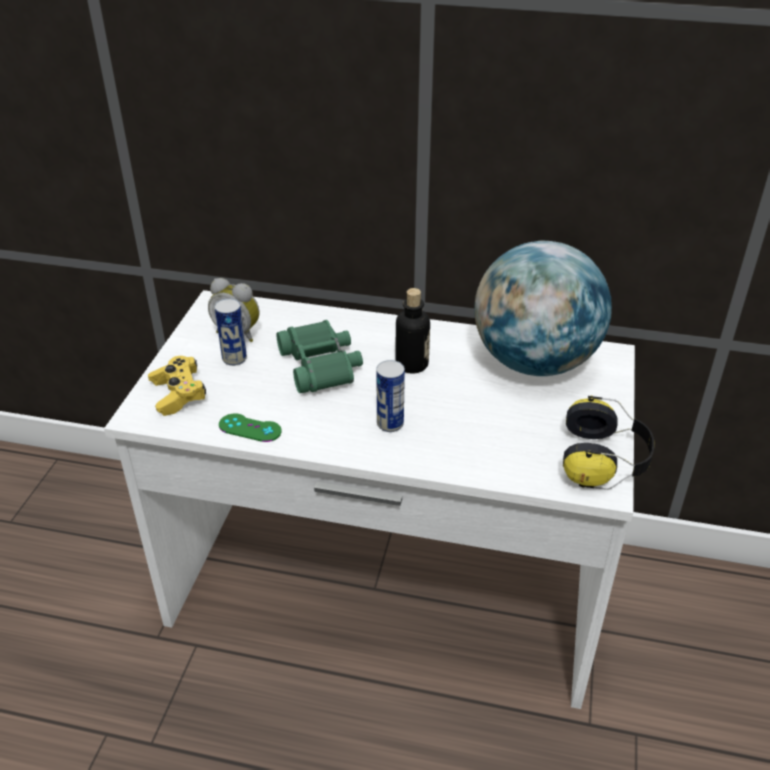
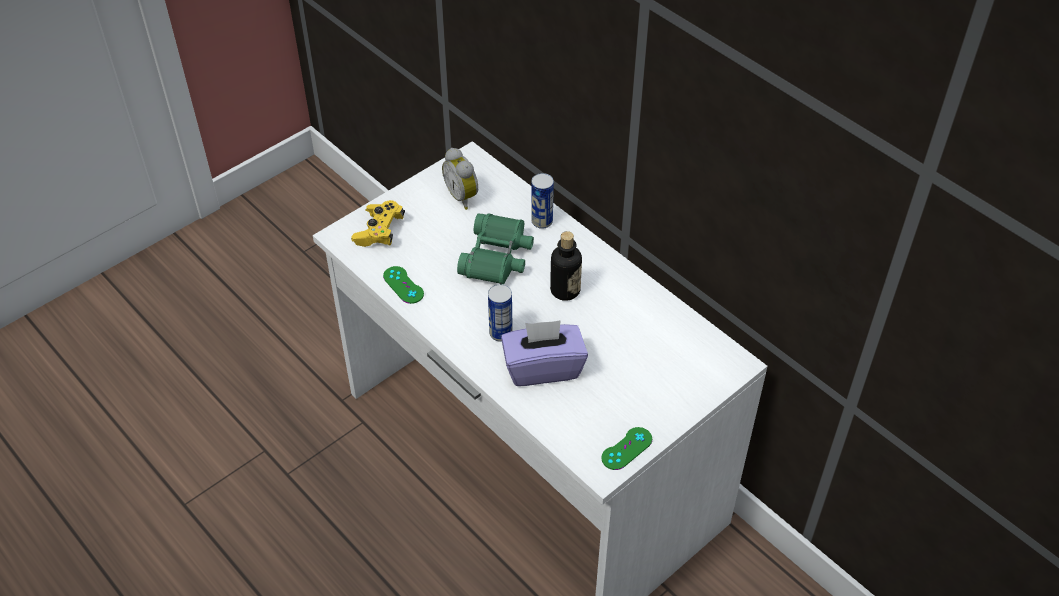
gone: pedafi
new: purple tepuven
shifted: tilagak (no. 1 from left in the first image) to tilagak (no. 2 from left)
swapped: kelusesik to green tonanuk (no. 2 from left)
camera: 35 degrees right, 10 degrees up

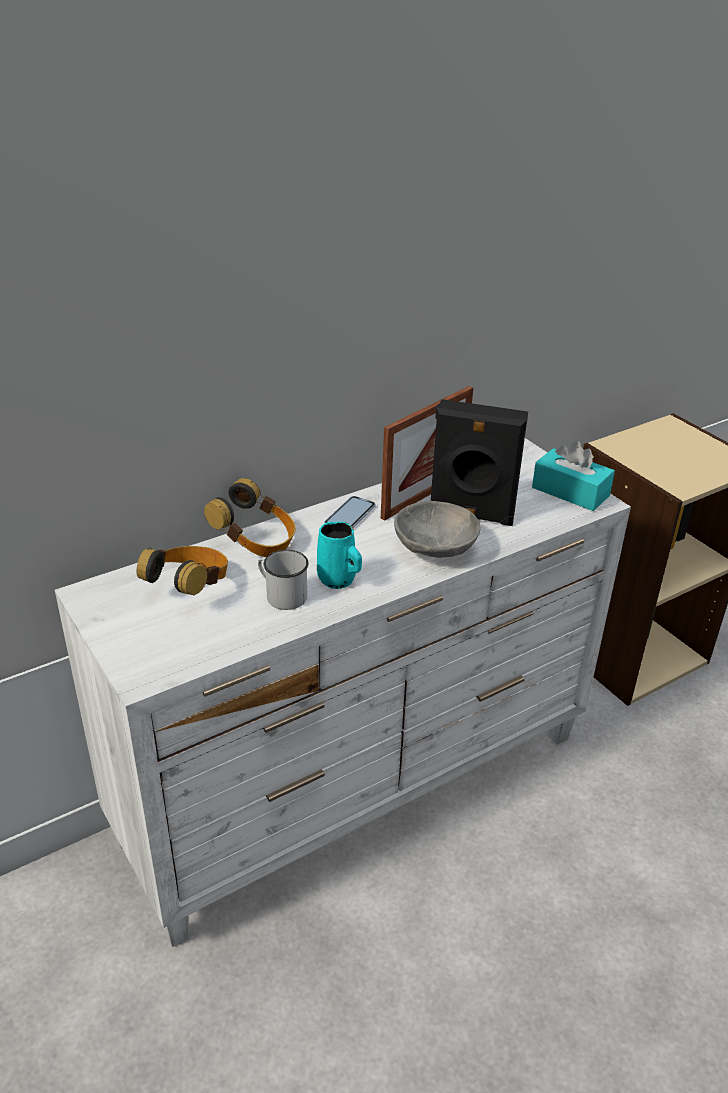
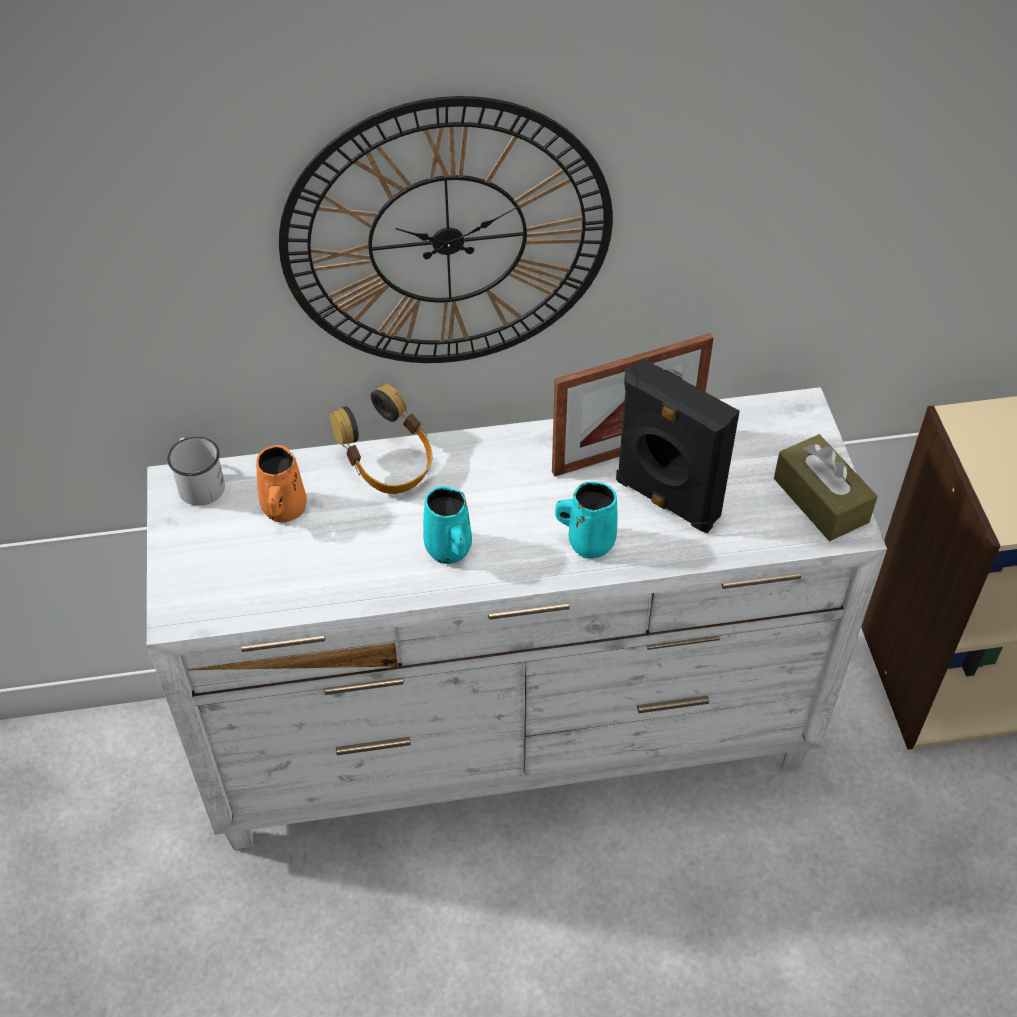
gone: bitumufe
new: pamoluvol
shifted: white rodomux
swapped: kelusesik (no. 1 from left) to orange rodomux; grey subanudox to turquoise rodomux (no. 2 from left)
repainted: turquoise tepuven to brown tepuven
camera: 25 degrees right, 15 degrees up

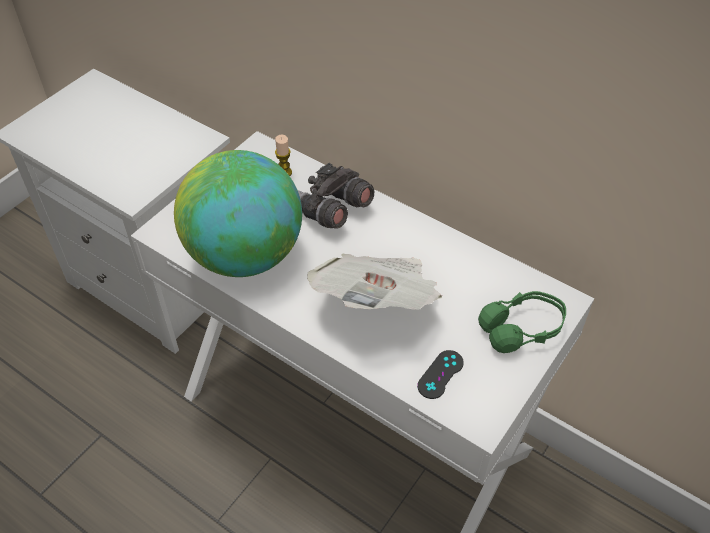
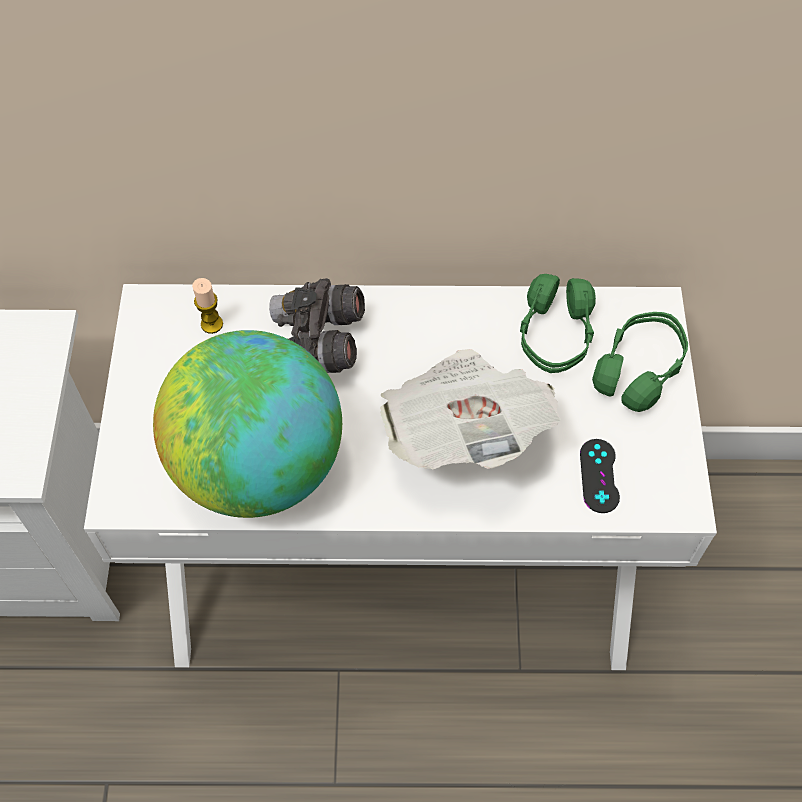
new: green kelusesik (no. 1 from left)
camera: 35 degrees left, 10 degrees up

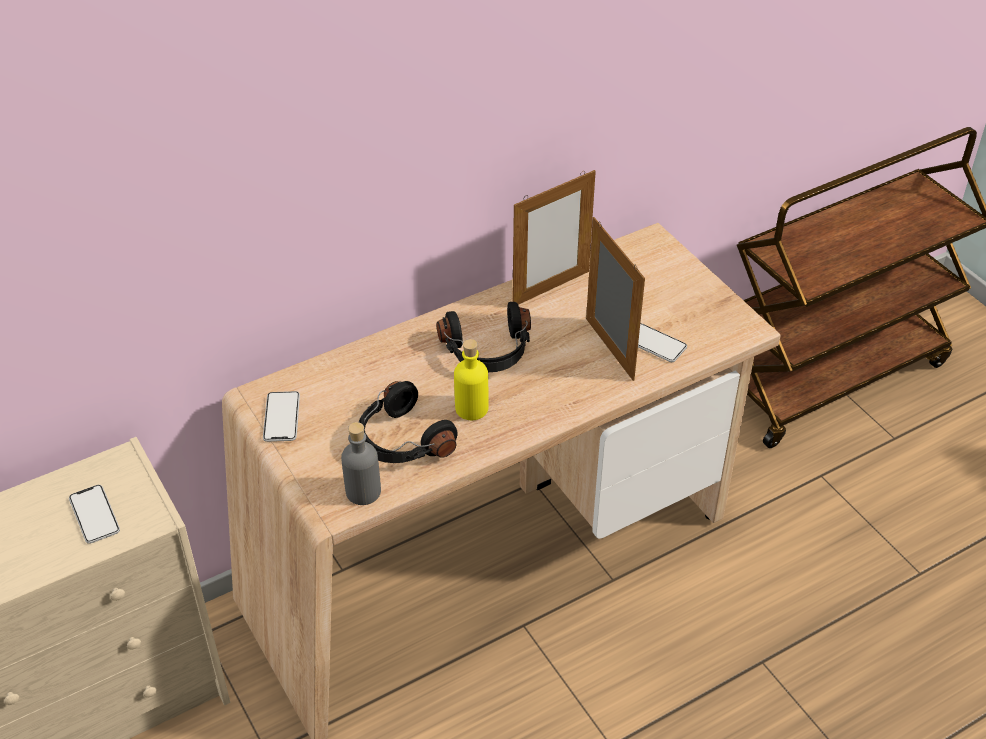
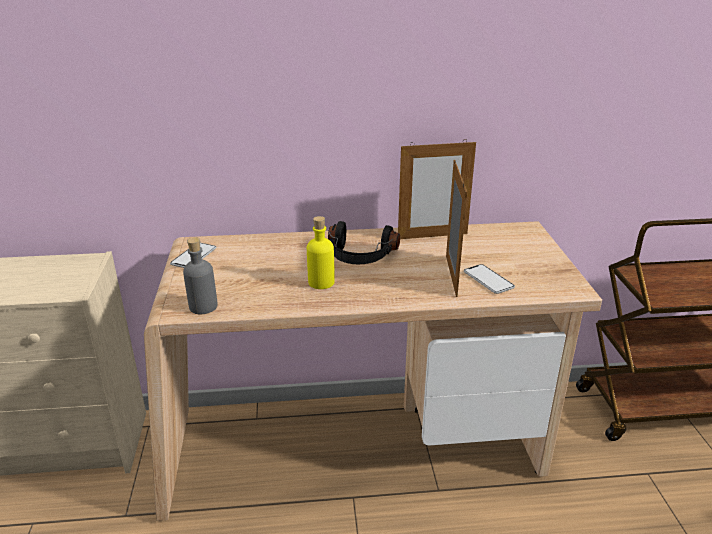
gone: bitumufe (no. 1 from left); black kelusesik (no. 1 from left)
camera: 25 degrees right, 15 degrees down

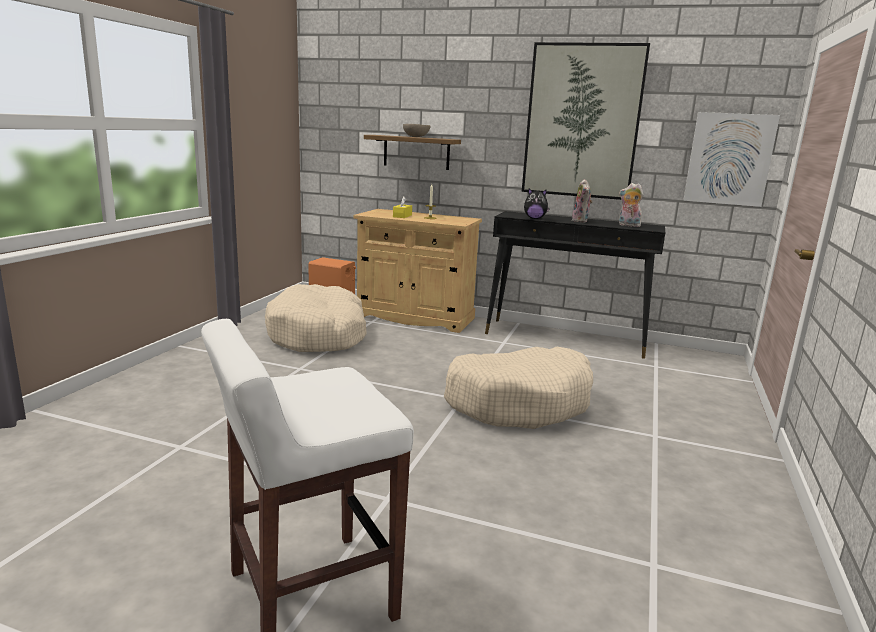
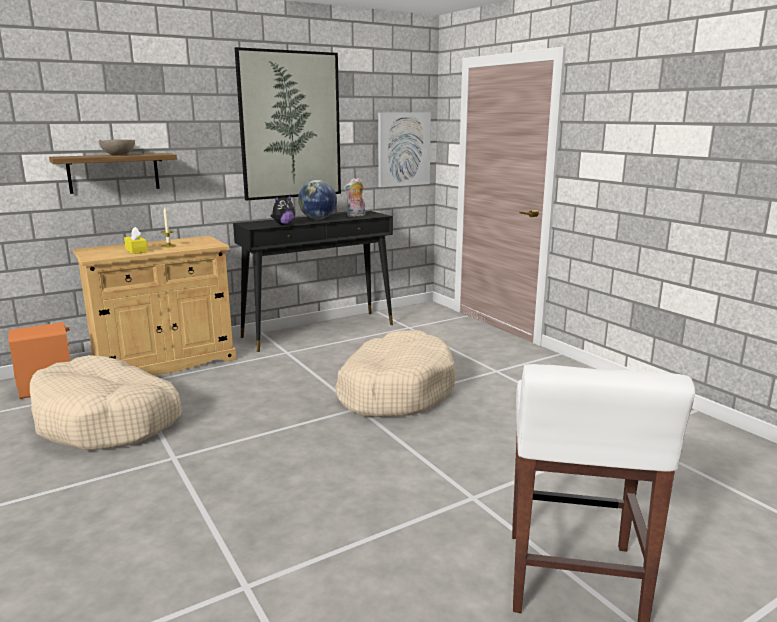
swapped: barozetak (no. 2 from left) to pedafi
camera: 50 degrees left, 0 degrees up

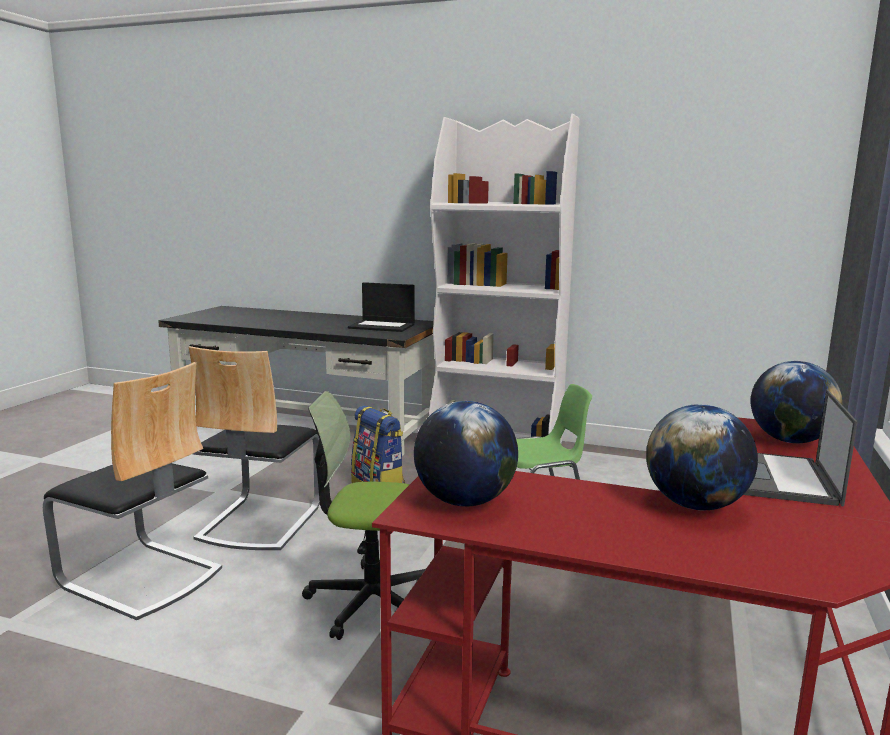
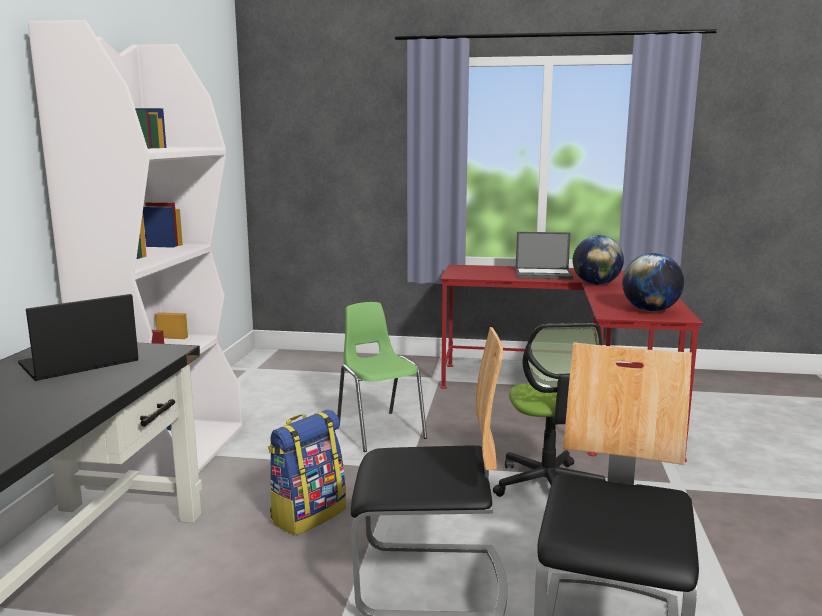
gone: pedafi (no. 3 from left)
rotated: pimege (no. 1 from left) 135 degrees counterclockwise
camera: 100 degrees left, 0 degrees up

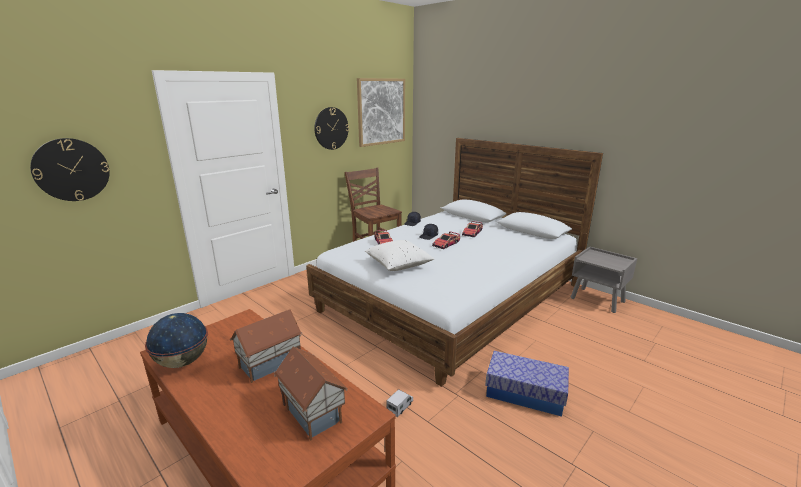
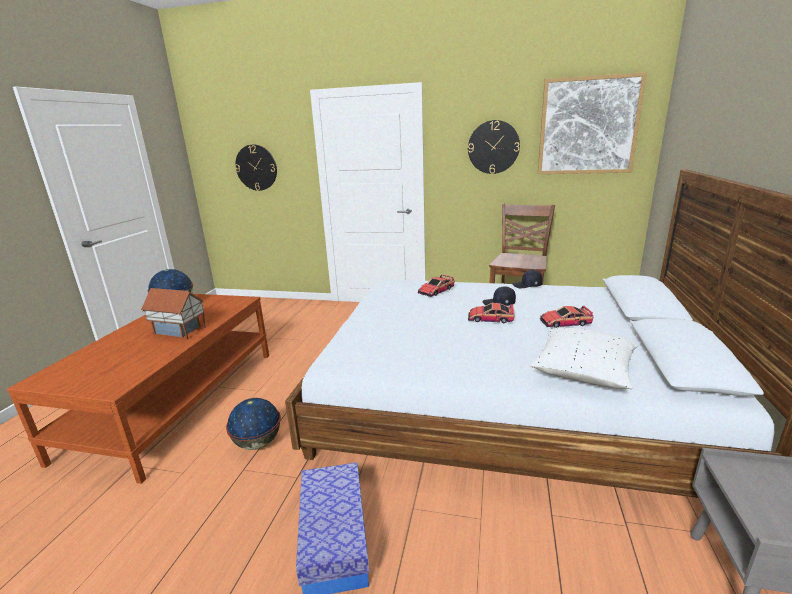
gone: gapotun (no. 2 from left)
shifted: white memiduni
swapped: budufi to pedafi (no. 2 from left)
camera: 60 degrees right, 0 degrees up

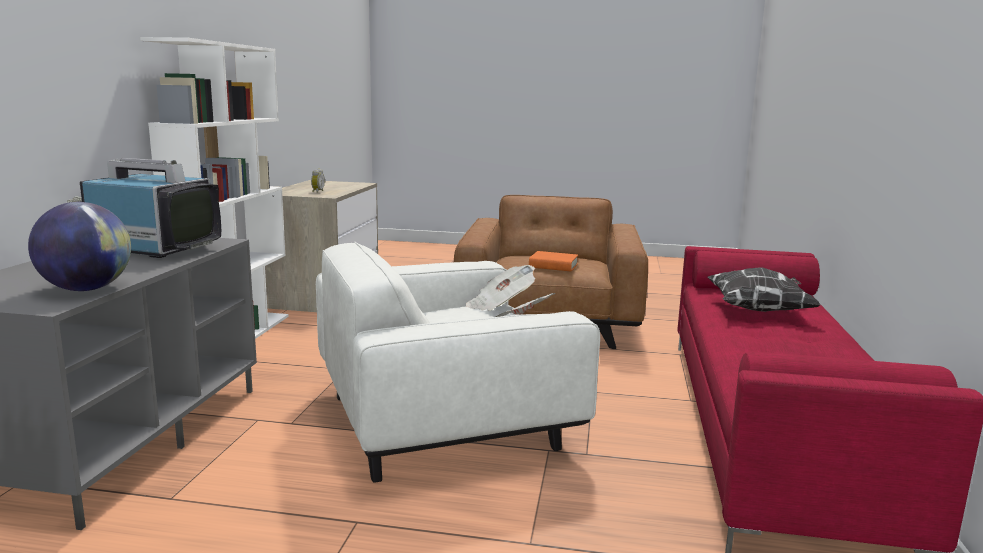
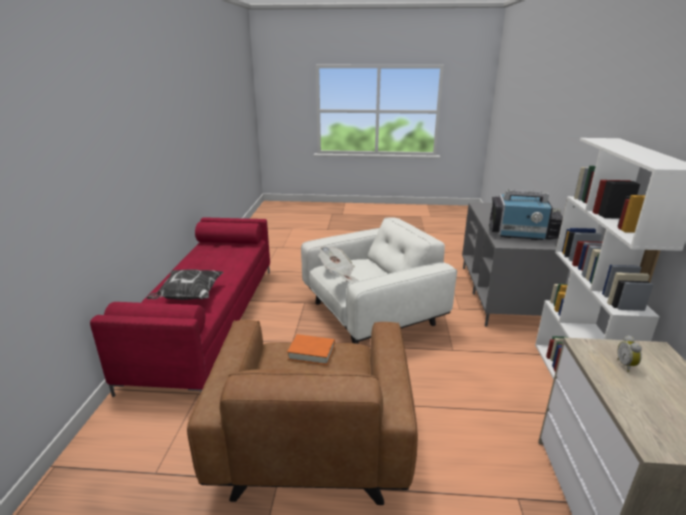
gone: pedafi
camera: 175 degrees right, 10 degrees up

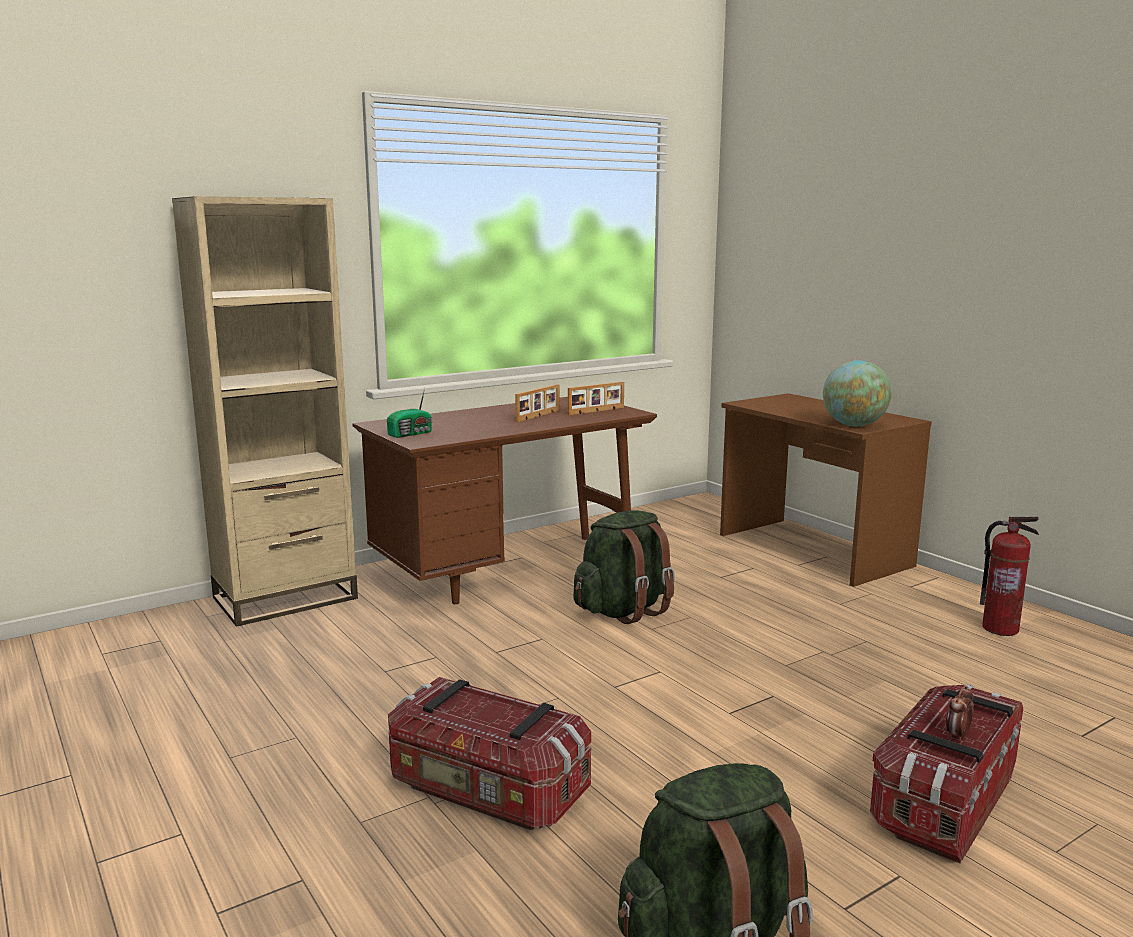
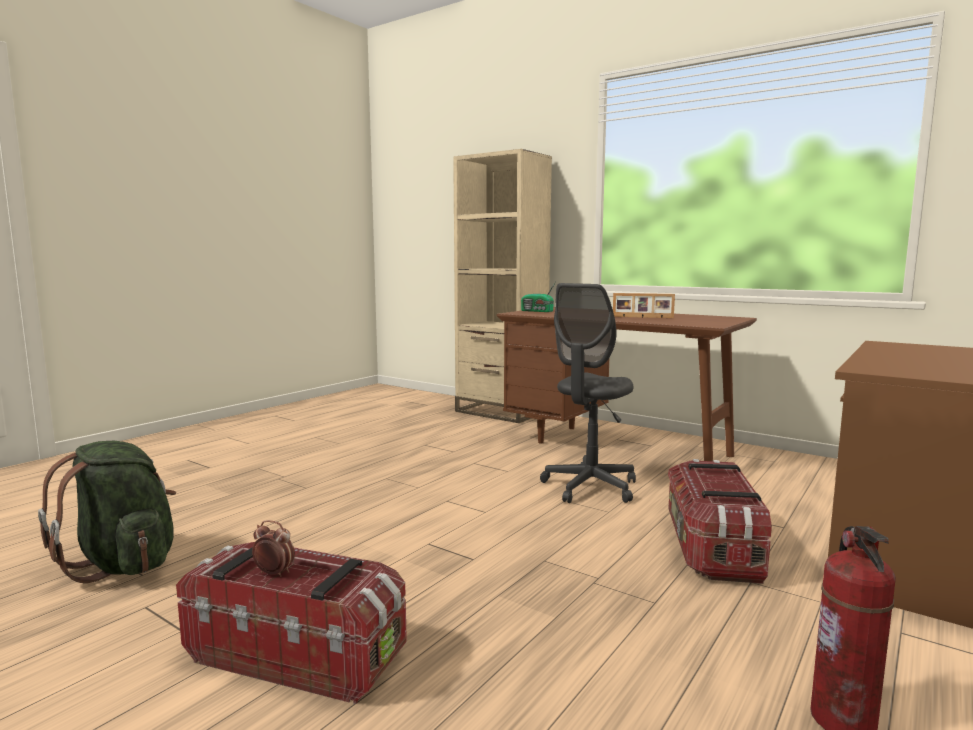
gone: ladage (no. 2 from left); pedafi
shifted: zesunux (no. 1 from left in the first image) to zesunux (no. 2 from left)
swapped: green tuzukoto (no. 1 from left) to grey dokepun
camera: 70 degrees right, 5 degrees down

